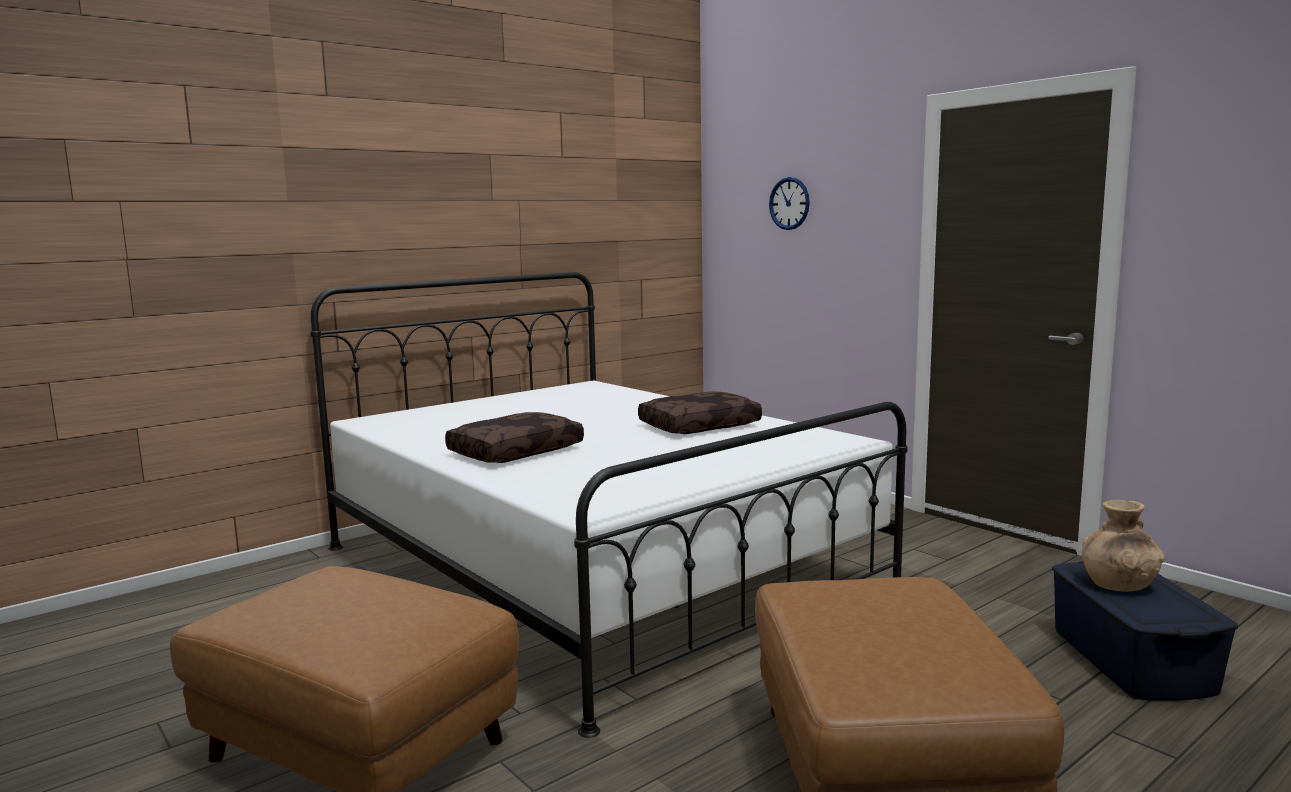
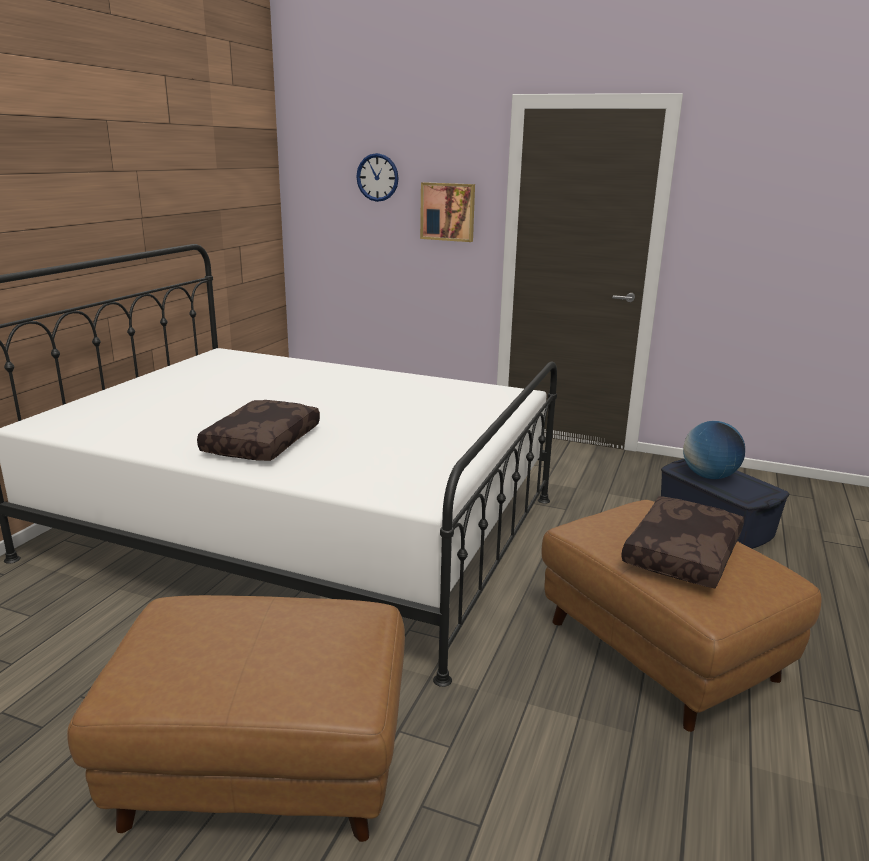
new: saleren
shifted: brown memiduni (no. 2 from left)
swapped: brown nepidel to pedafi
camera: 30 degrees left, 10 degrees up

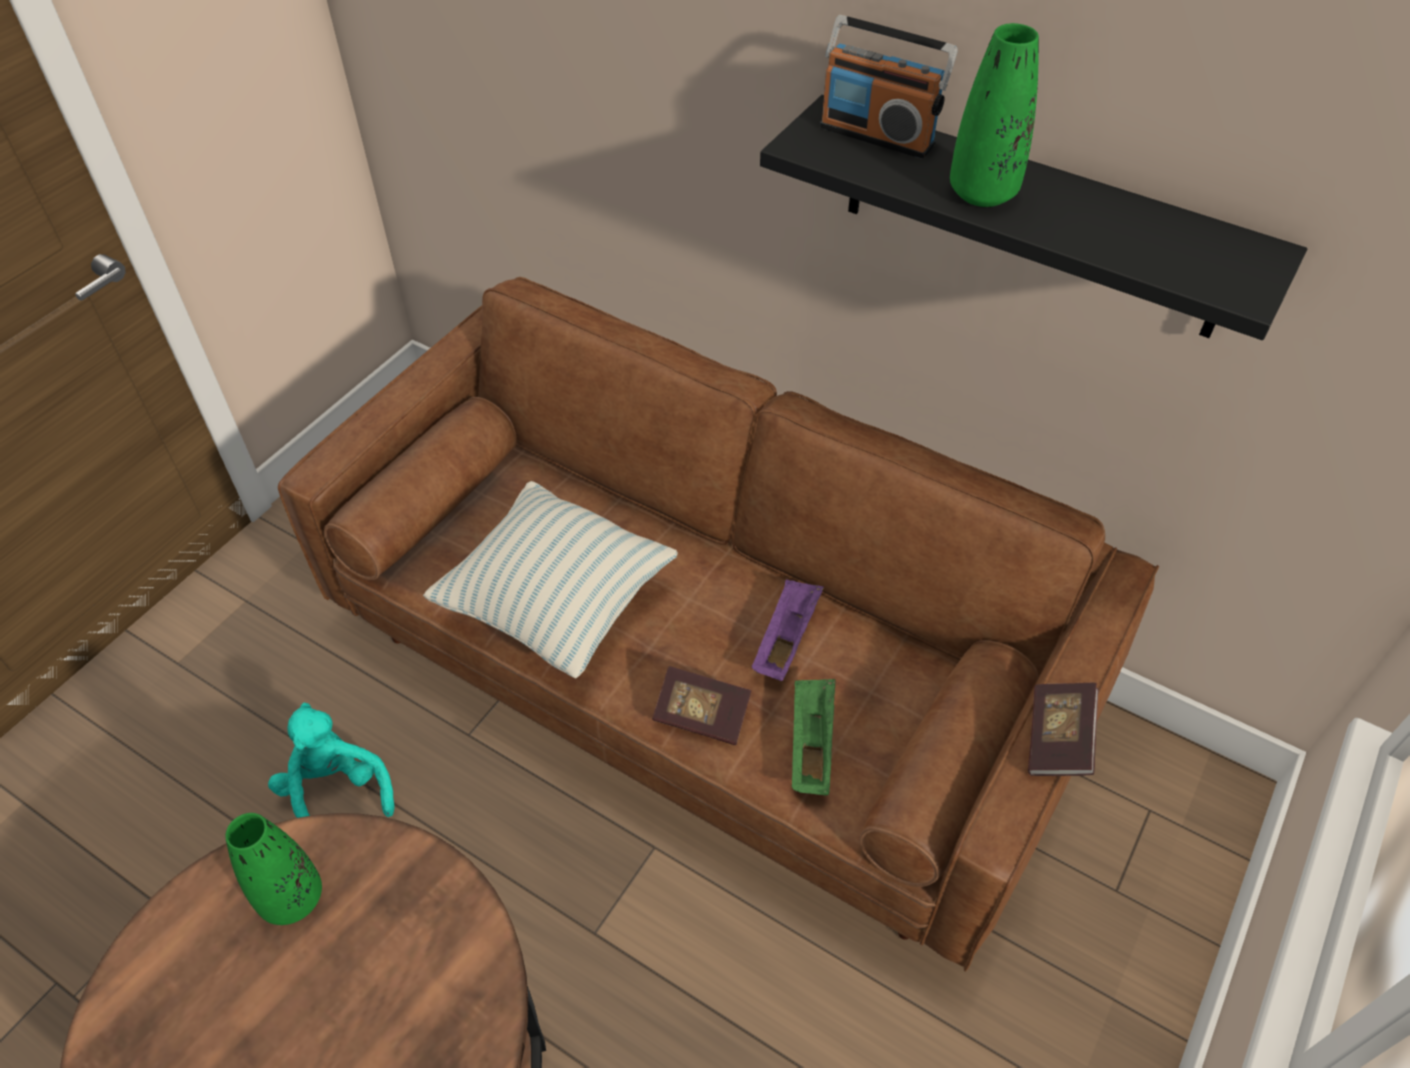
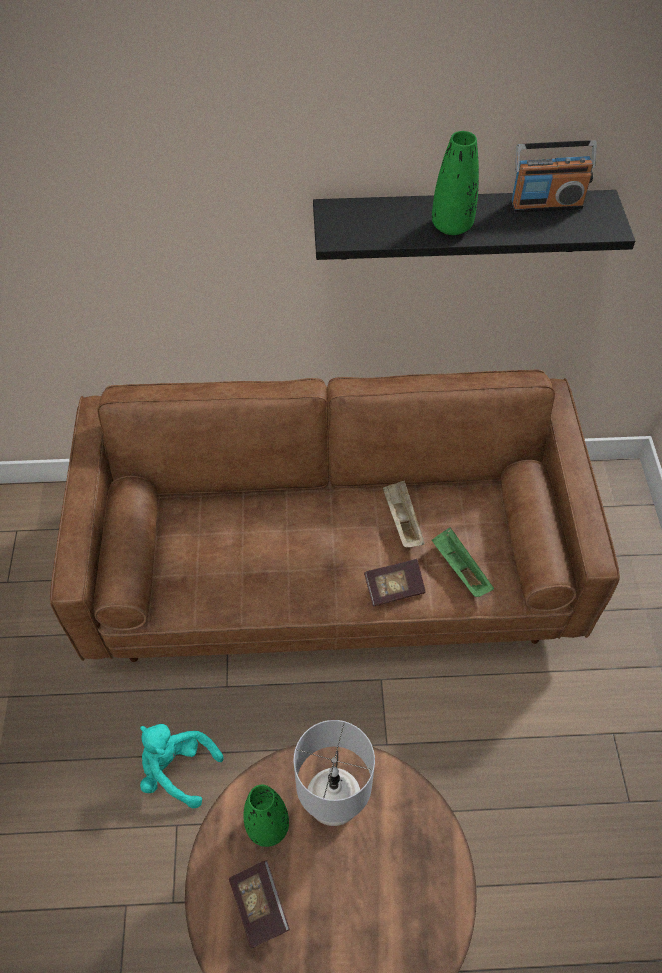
gone: memiduni
new: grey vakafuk
shifted: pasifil; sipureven (no. 2 from left in the first image) to sipureven (no. 1 from left)
repainted: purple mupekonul to beige mupekonul
camera: 35 degrees left, 5 degrees up

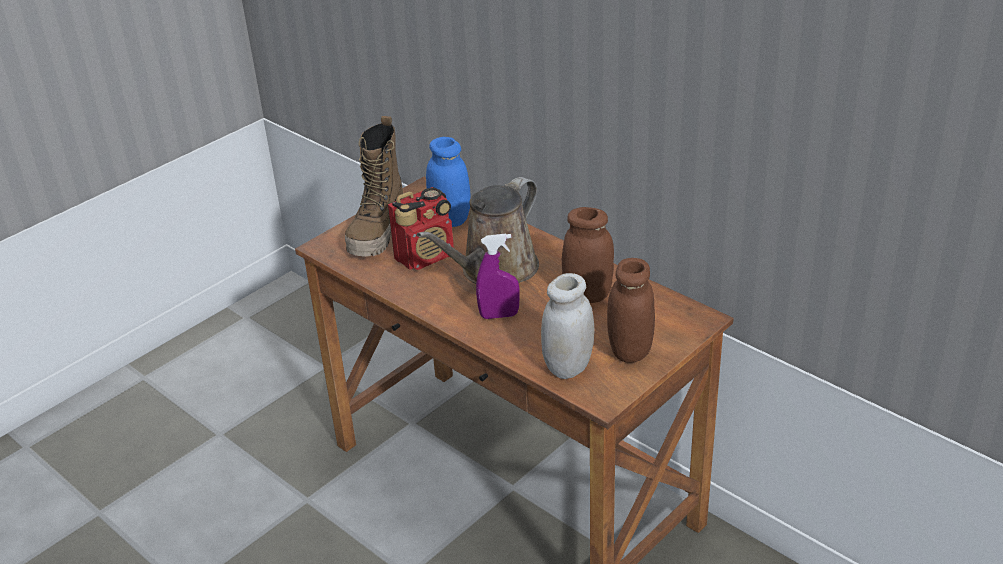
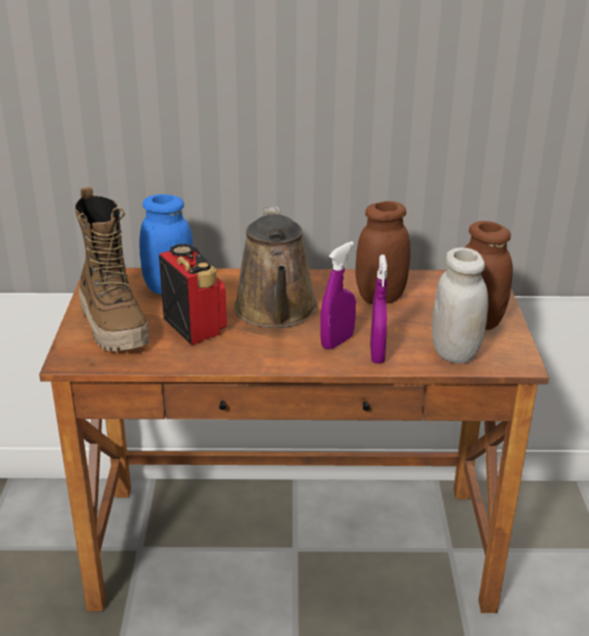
new: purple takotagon (no. 2 from left)
rotated: pasifil 45 degrees counterclockwise
camera: 45 degrees left, 5 degrees down

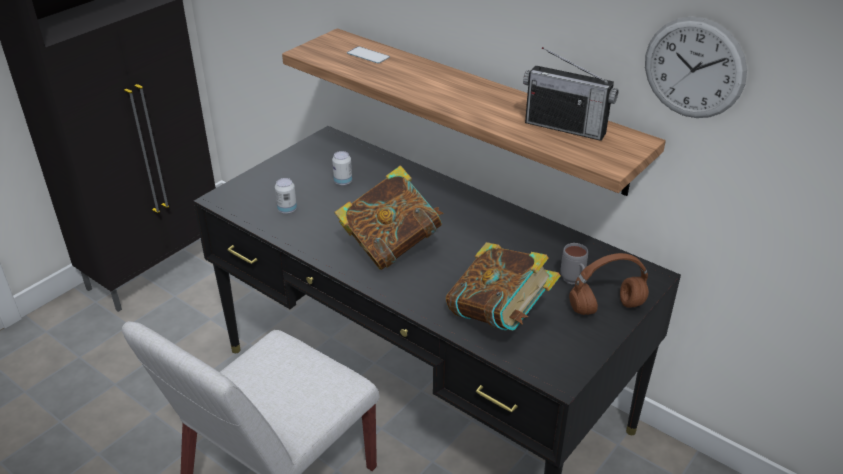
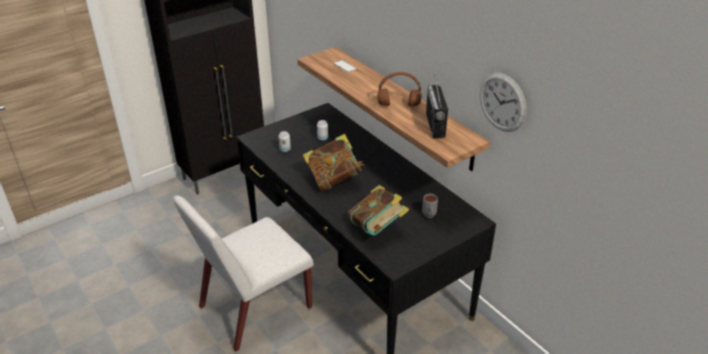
shifted: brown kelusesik
rotated: pasifil 45 degrees clockwise
camera: 15 degrees right, 0 degrees up

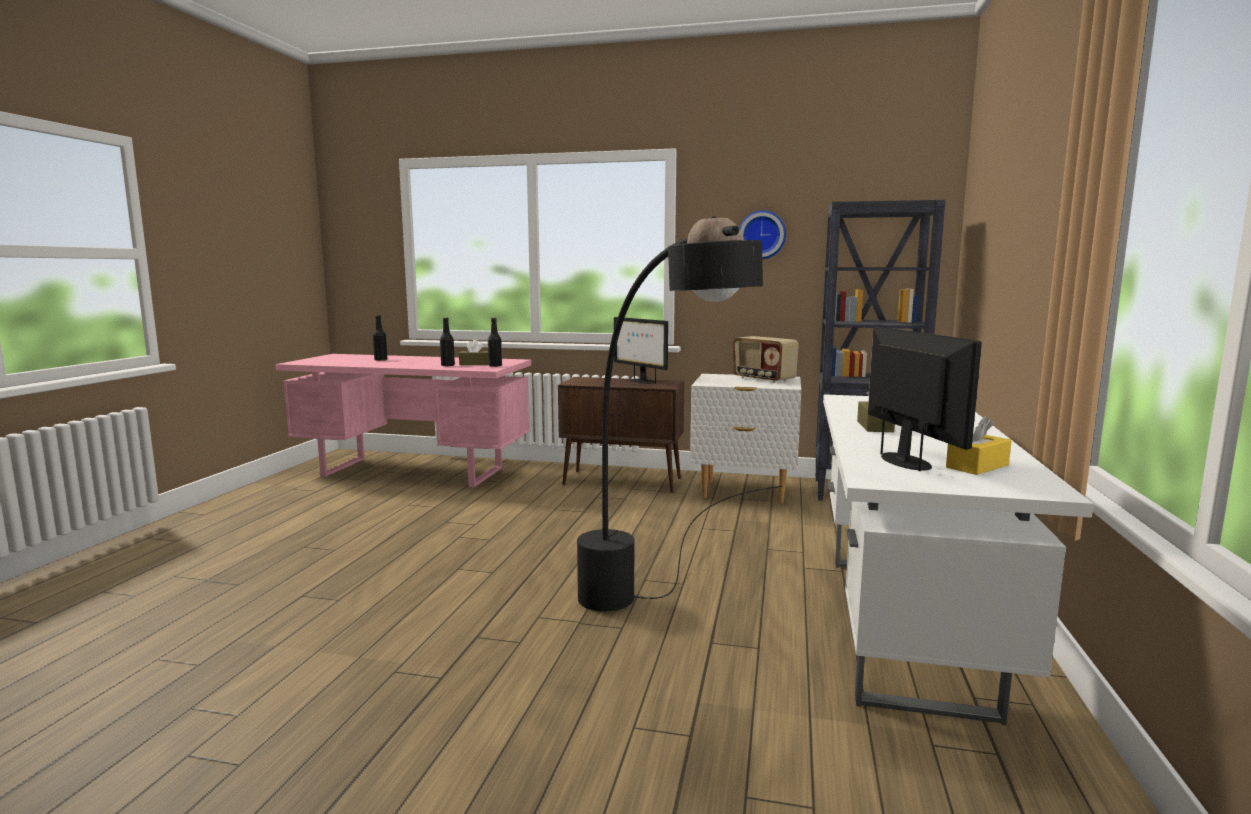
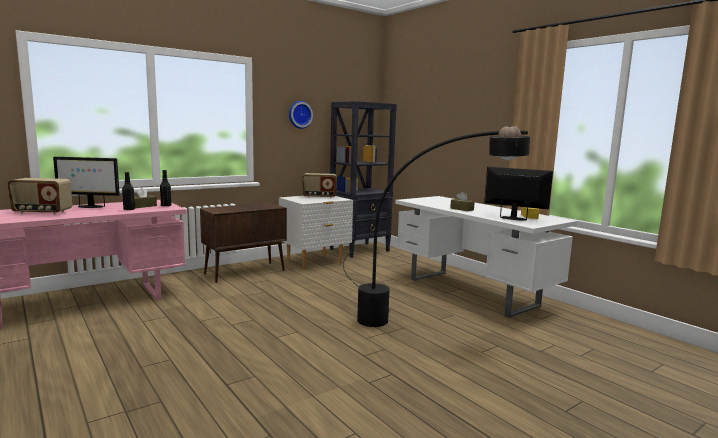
shifted: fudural (no. 1 from left)
swapped: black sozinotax (no. 1 from left) to pasifil (no. 1 from left)
camera: 50 degrees left, 0 degrees up

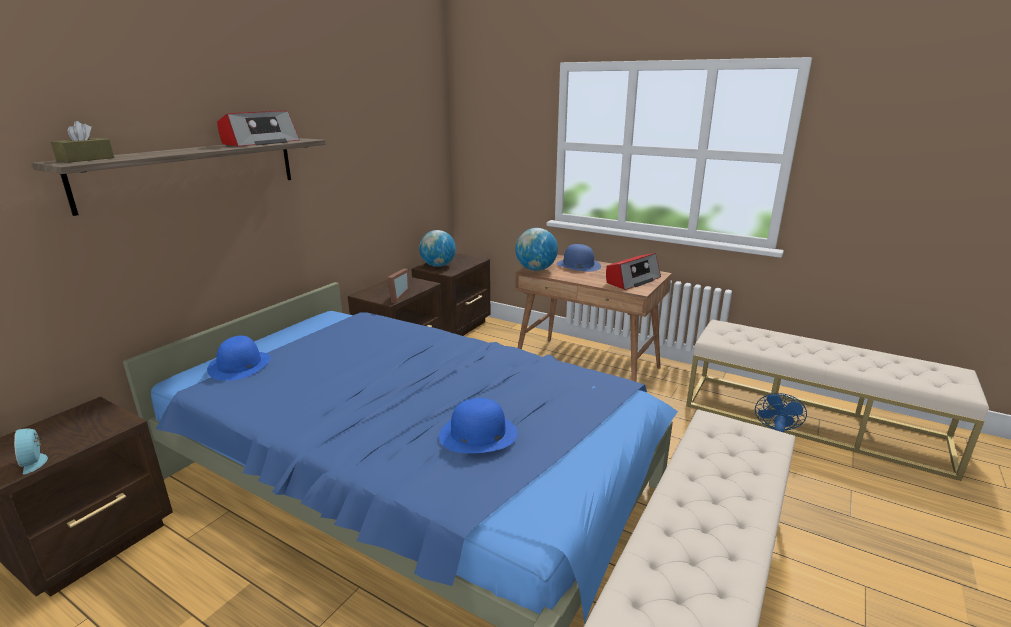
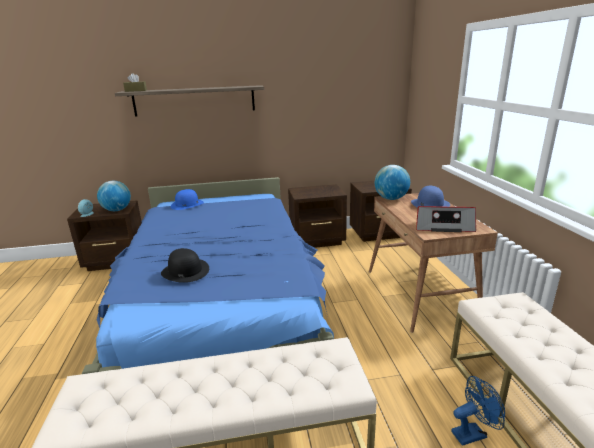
gone: pasifil (no. 1 from left); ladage
shifted: pedafi (no. 1 from left)
repainted: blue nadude (no. 2 from left) to black nadude
camera: 50 degrees right, 0 degrees up

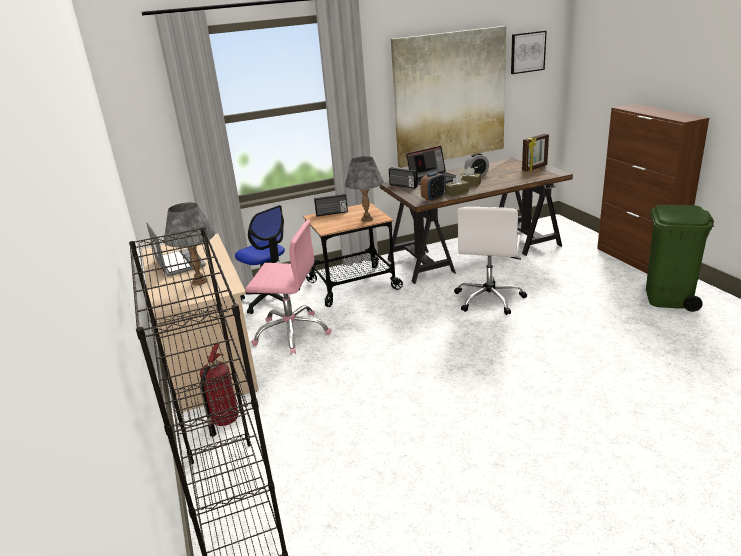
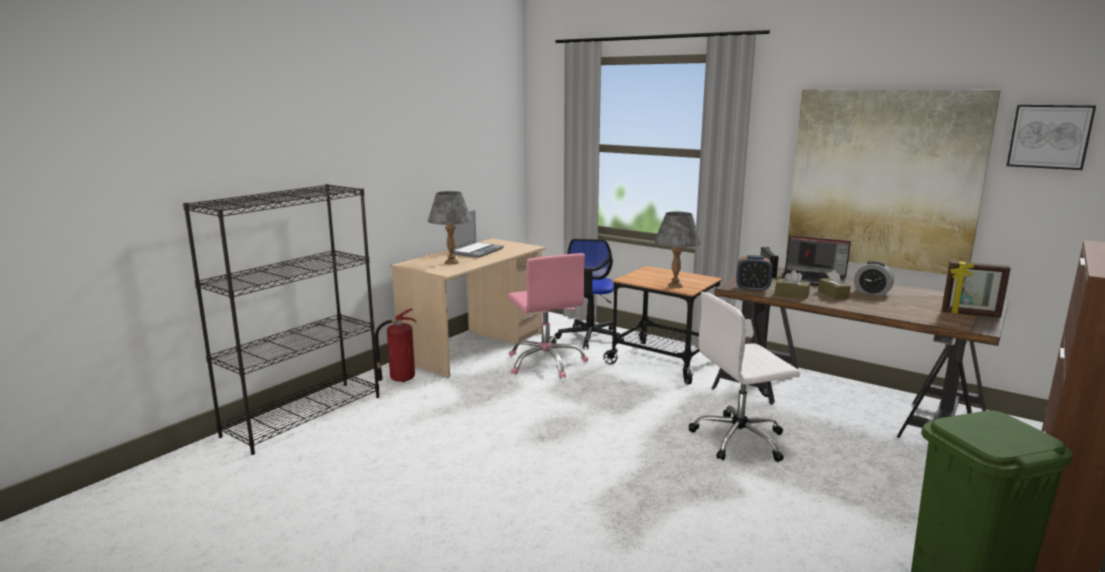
gone: pasifil (no. 1 from left)
camera: 55 degrees right, 10 degrees down

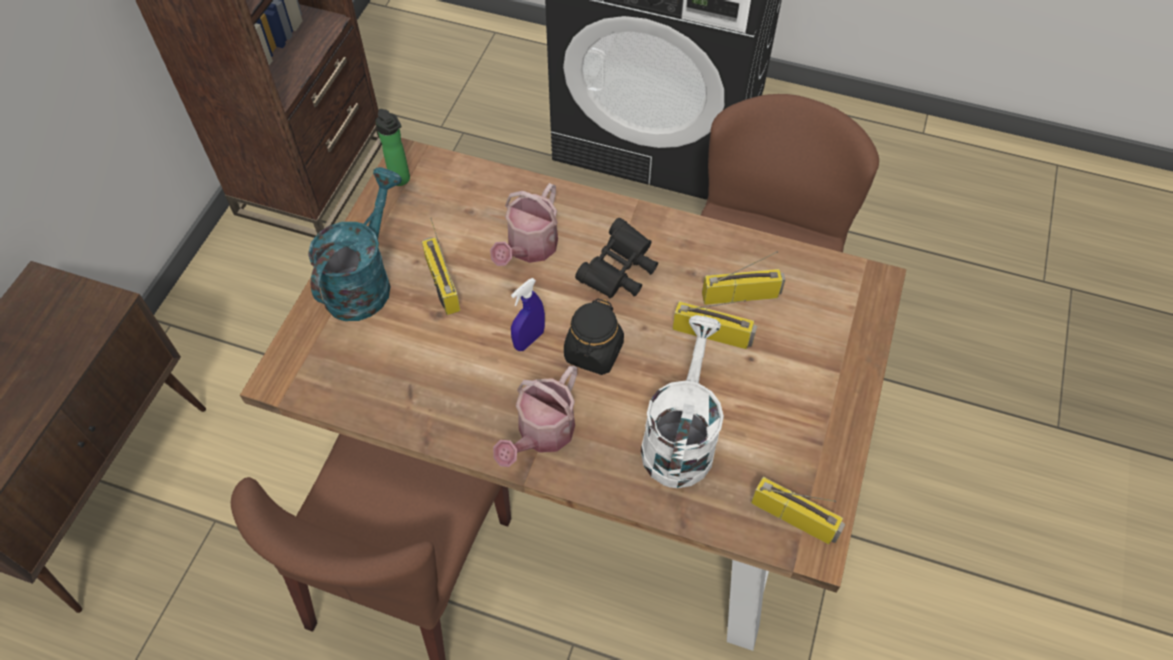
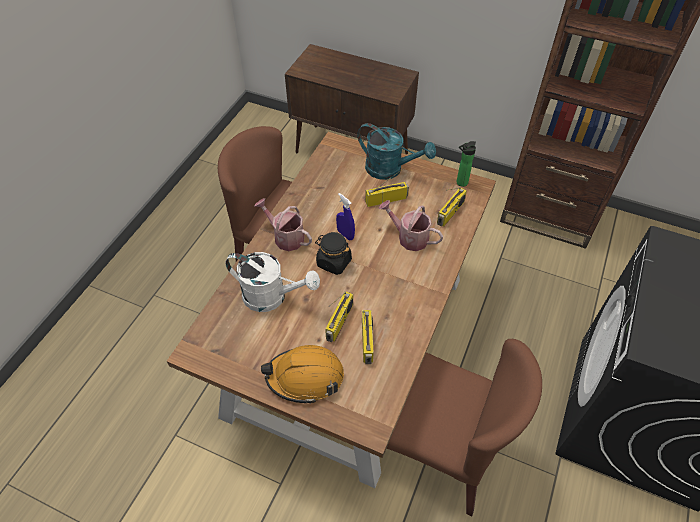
gone: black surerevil
new: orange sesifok
shifted: pasifil (no. 4 from left)
camera: 95 degrees right, 5 degrees down

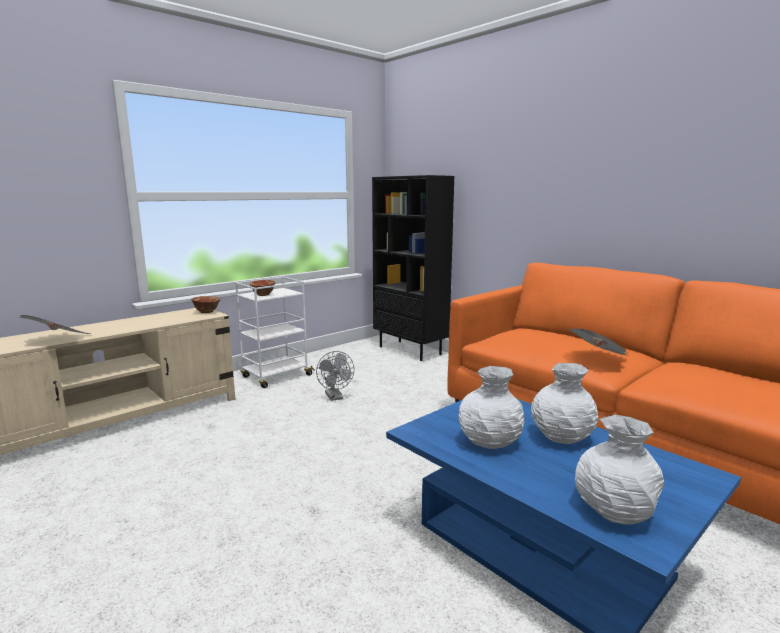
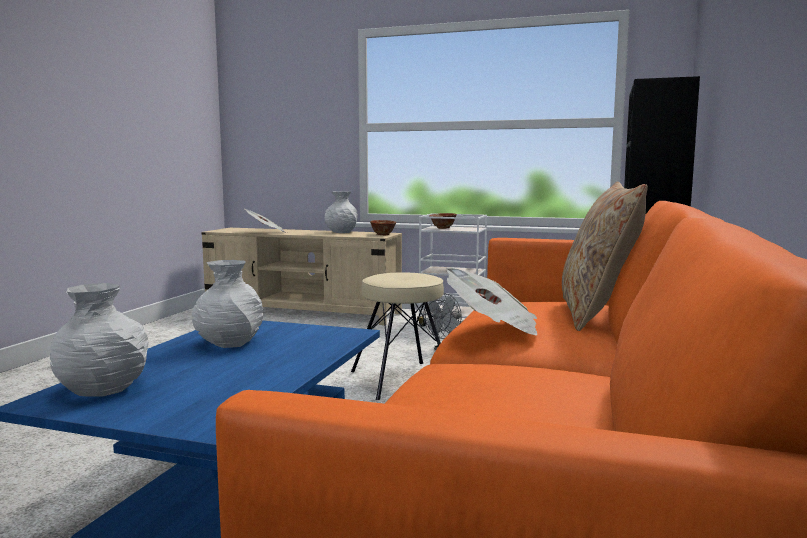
new: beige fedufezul; beige memiduni
shifted: white nepidel (no. 2 from left in the first image) to white nepidel (no. 3 from left)
camera: 60 degrees right, 5 degrees down

